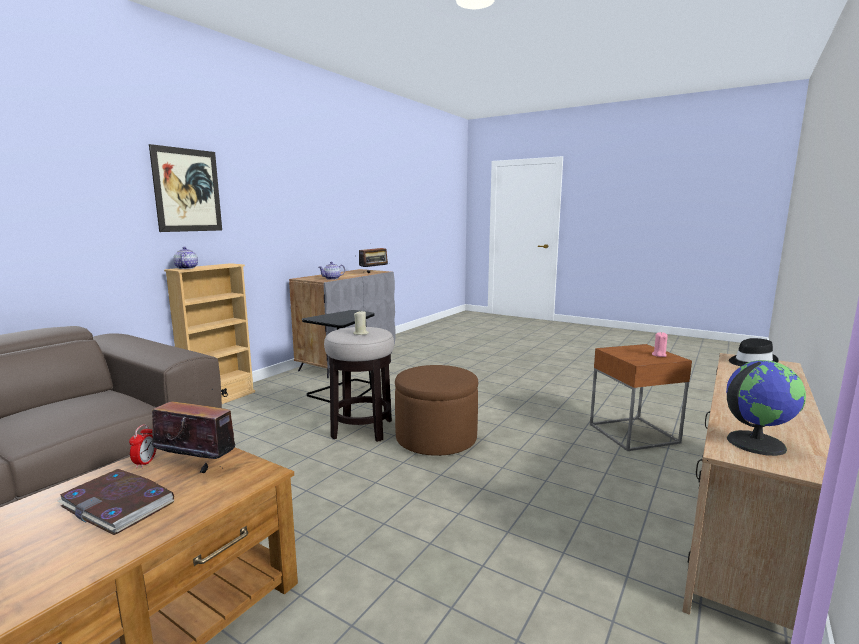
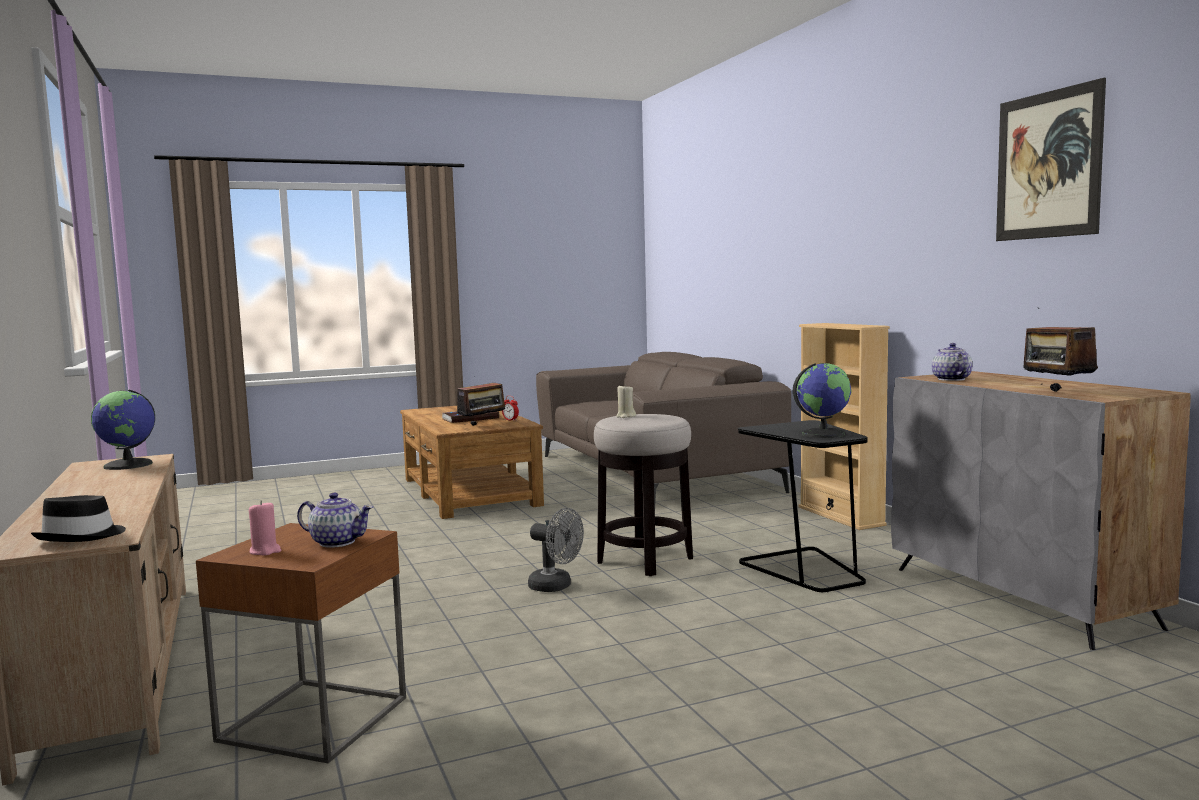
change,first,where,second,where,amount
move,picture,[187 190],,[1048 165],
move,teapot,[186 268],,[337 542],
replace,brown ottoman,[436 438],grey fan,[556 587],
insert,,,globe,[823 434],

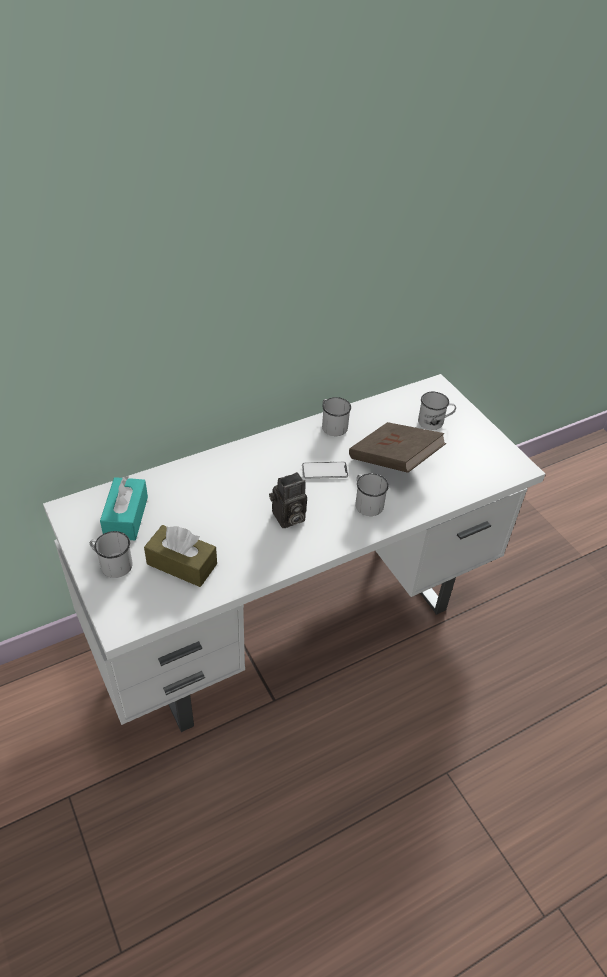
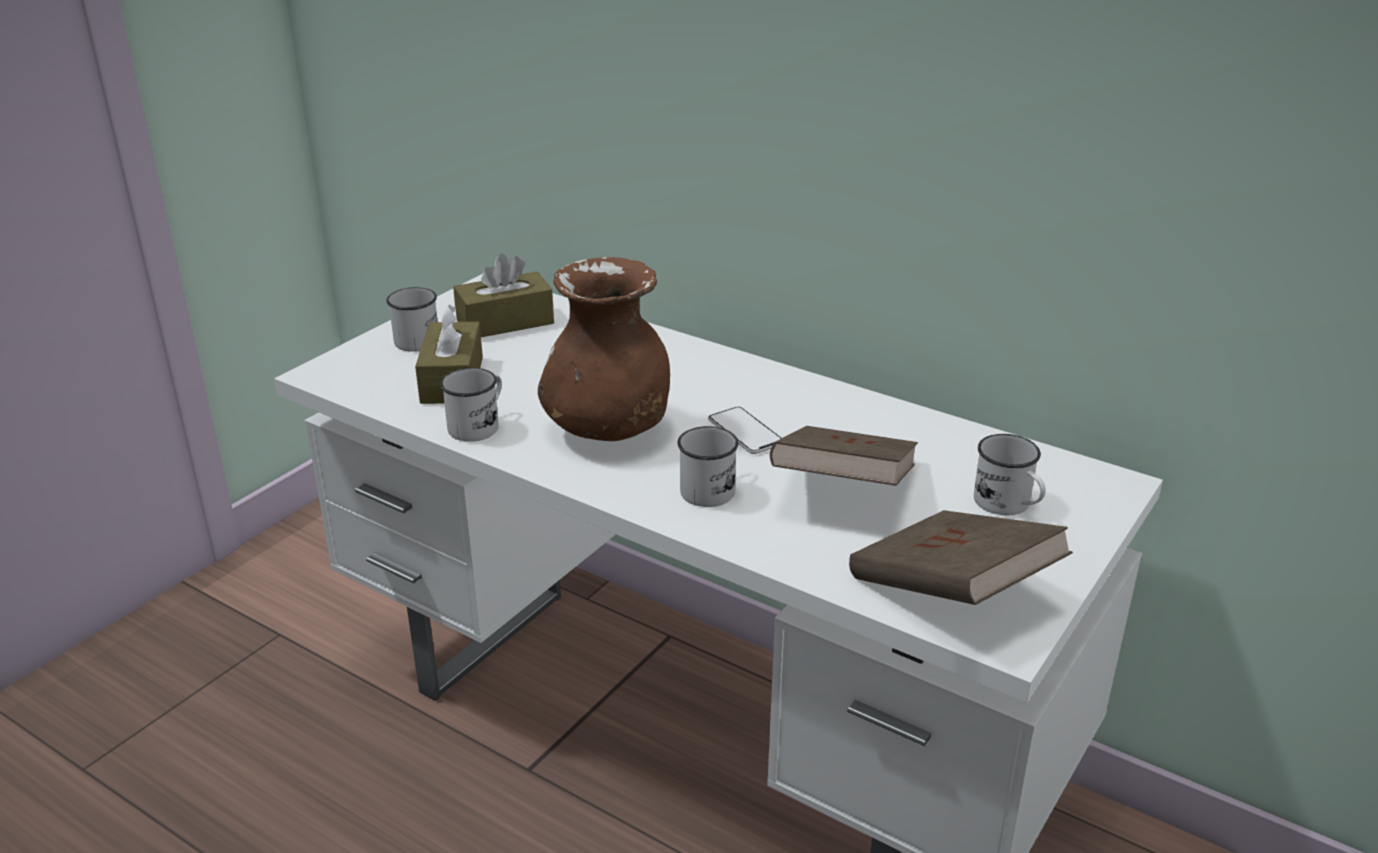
change,first,where,second,where,amount
recolor,turquoise tissue box,[126 517],brown tissue box,[505 322],
replace,photo camera,[288 518],brown vase,[608 430],
move,white mug,[332 425],,[479 425],
insert,,,brown book,[951 592],

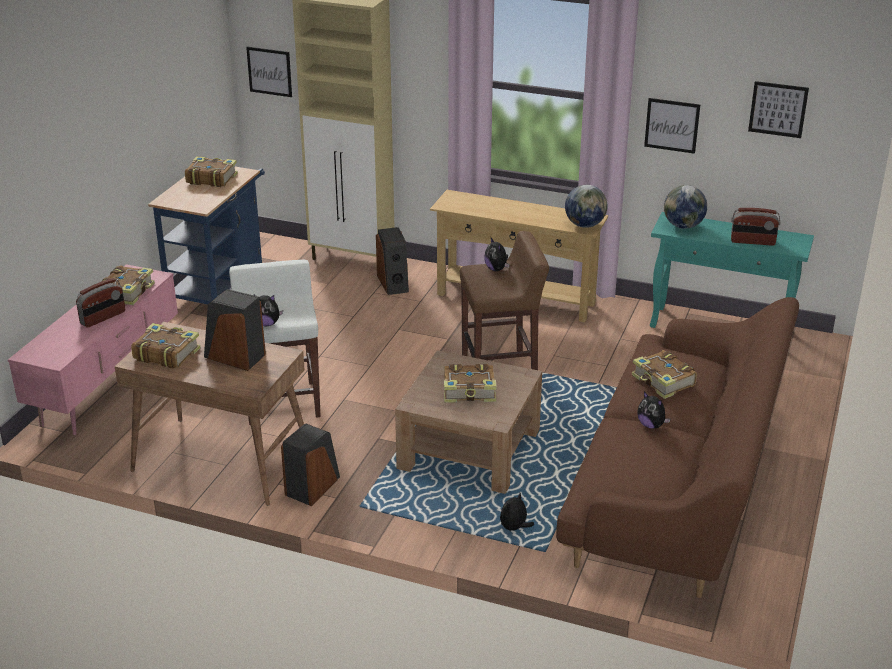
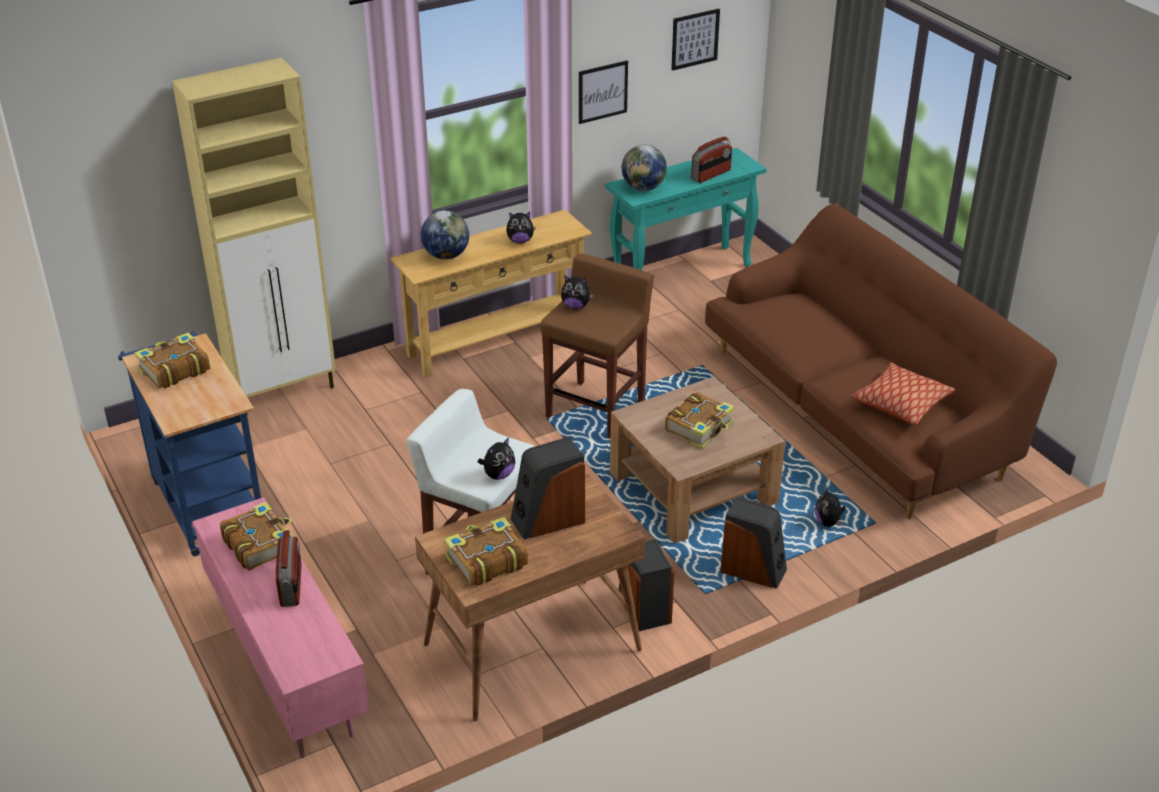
change,first,where,second,where,amount
delete,picture,[269 71],,,
move,speaker,[393 283],,[753 570],
move,globe,[585 225],,[446 256],
delete,book,[663 382],,,
move,plush toy,[651 425],,[520 241],
insert,,,pillow,[901 403],

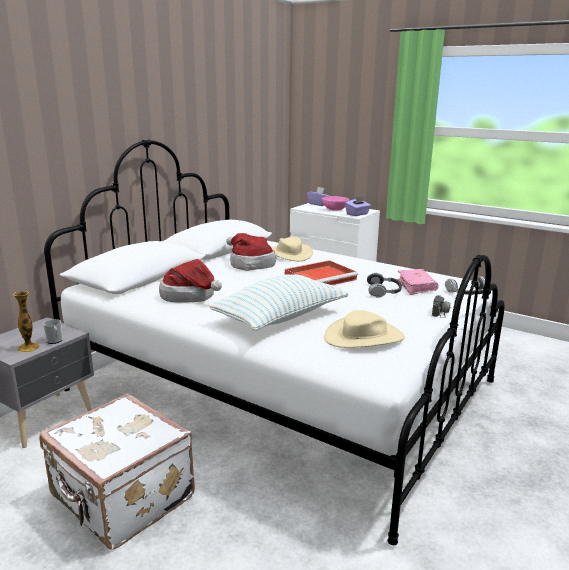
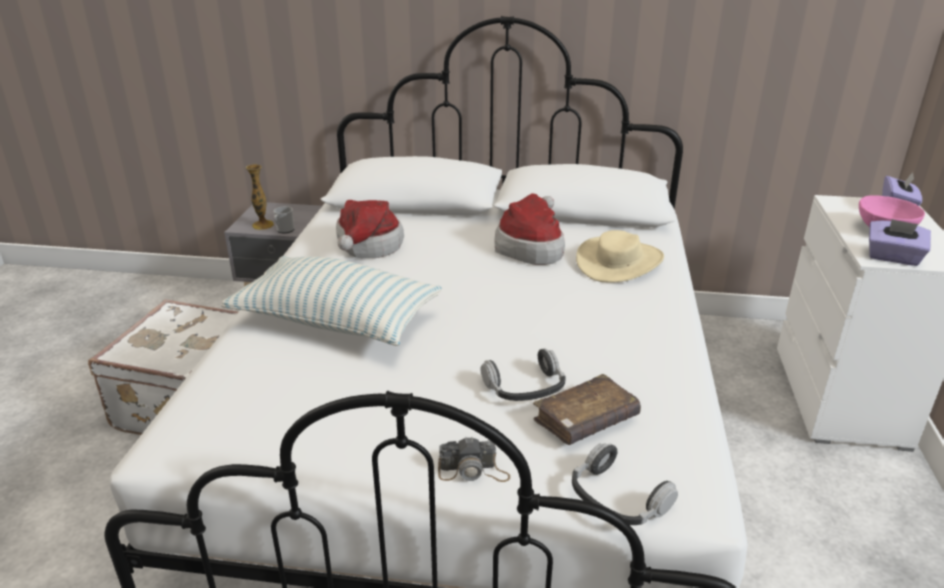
change,first,where,second,where,amount
delete,red tray,[321 277],,,
delete,beige hat,[364 337],,,
recolor,pink book,[416 287],brown book,[585 420],

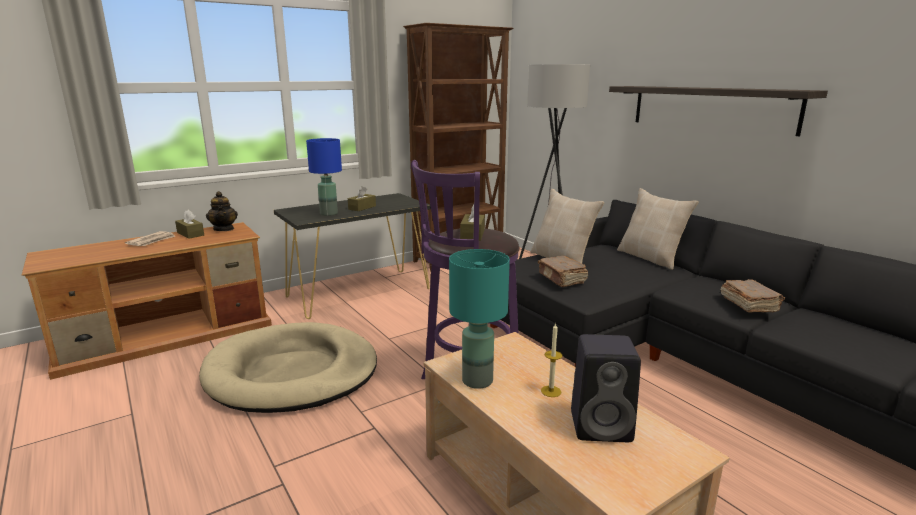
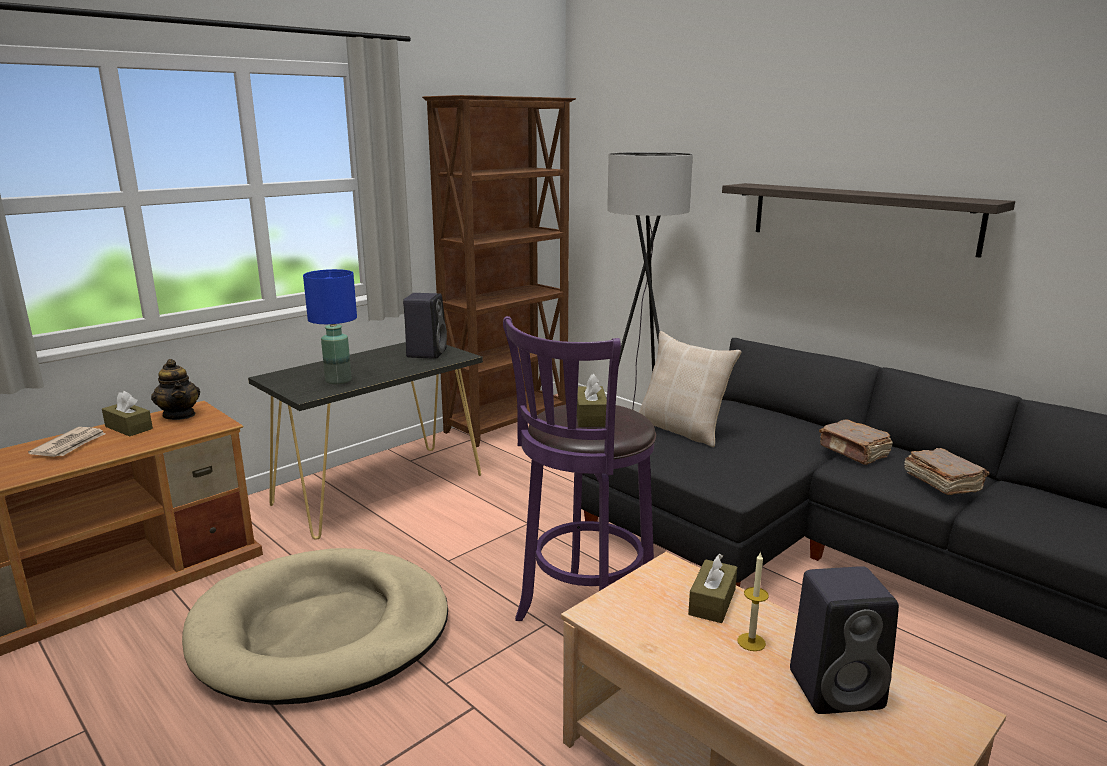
change,first,where,second,where,amount
move,brown tissue box,[362 208],,[712 602],
delete,turquoise table lamp,[476 381],,,
move,brown book,[562 279],,[854 452],
delete,beige pillow,[651 258],,,
insert,,,black speaker,[426 353],

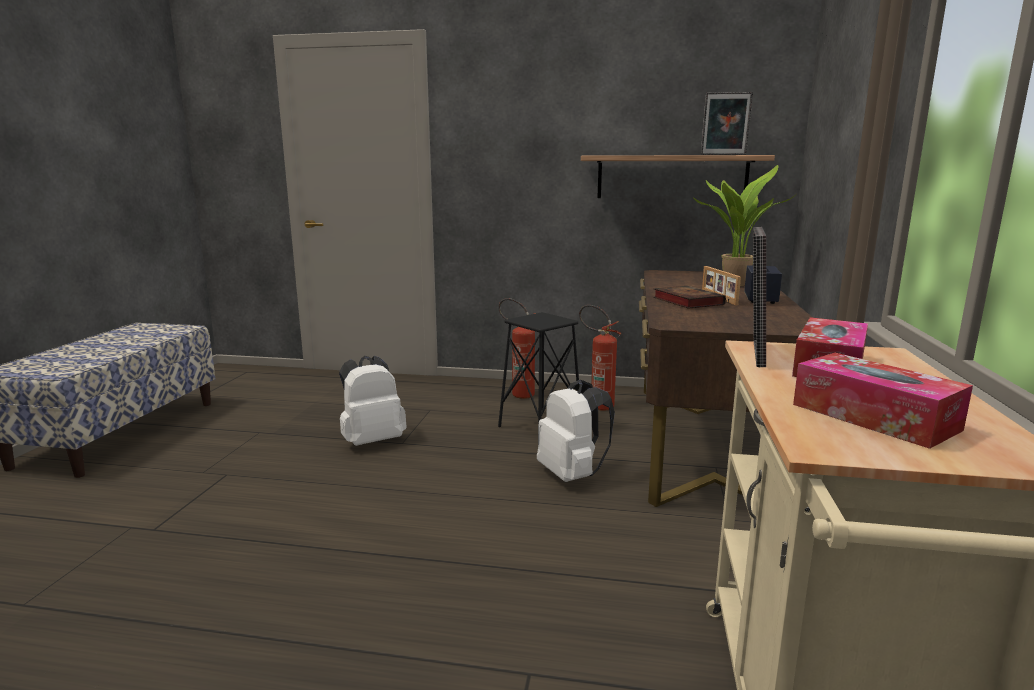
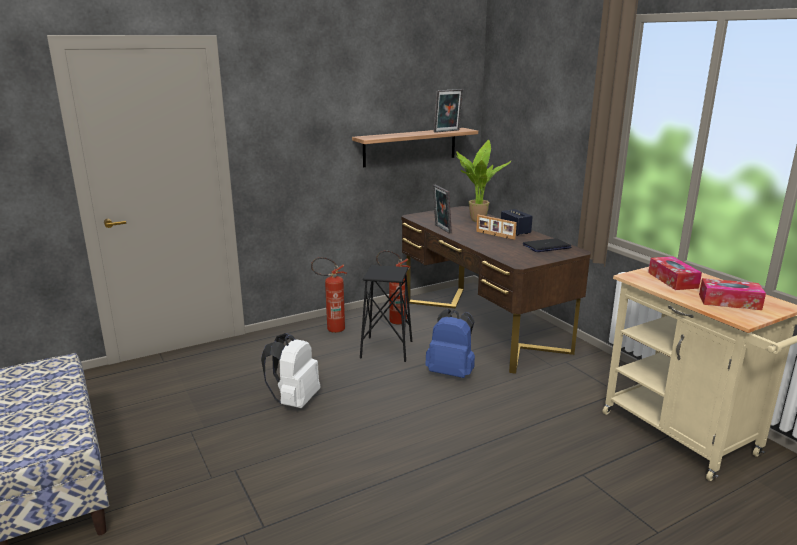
change,first,where,second,where,amount
recolor,white backpack,[572 475],blue backpack,[451 372],
delete,book,[686 301],,,
move,picture frame,[752 354],,[441 229],
insert,,,laptop,[546 246],

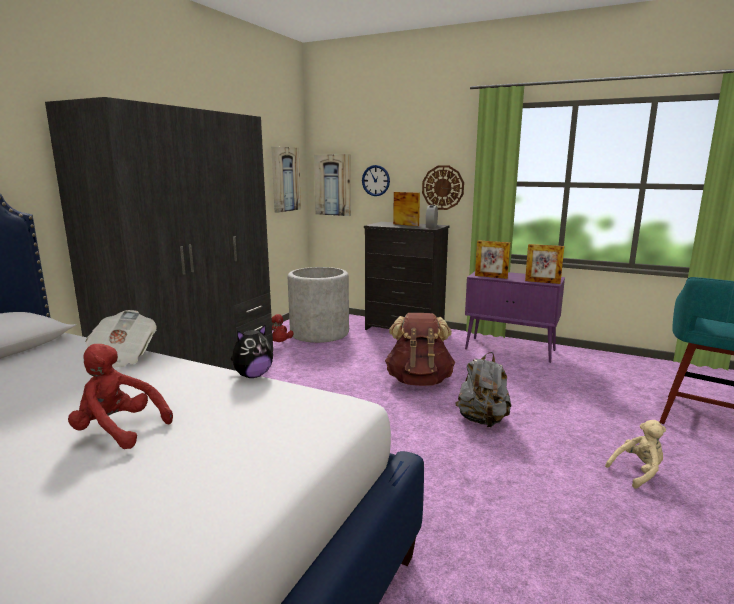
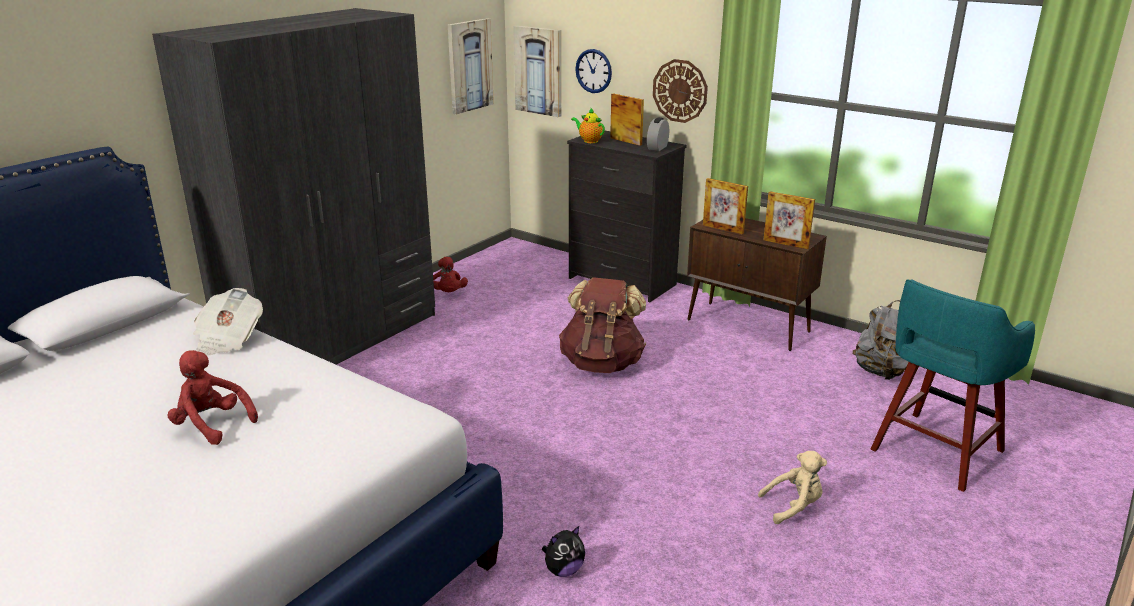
change,first,where,second,where,amount
move,plush toy,[253 375],,[563 570],
delete,grey planter,[319 333],,,
move,grey backpack,[482 420],,[881 372],
recolor,purple cabinet,[511 350],brown cabinet,[749 326],
insert,,,teapot,[589 141],

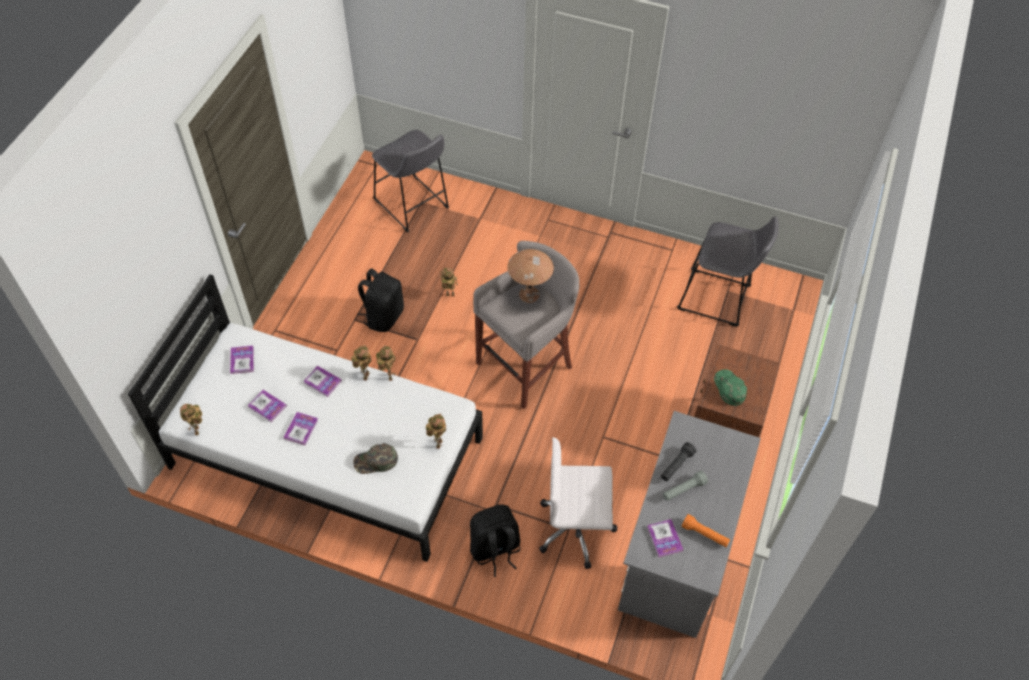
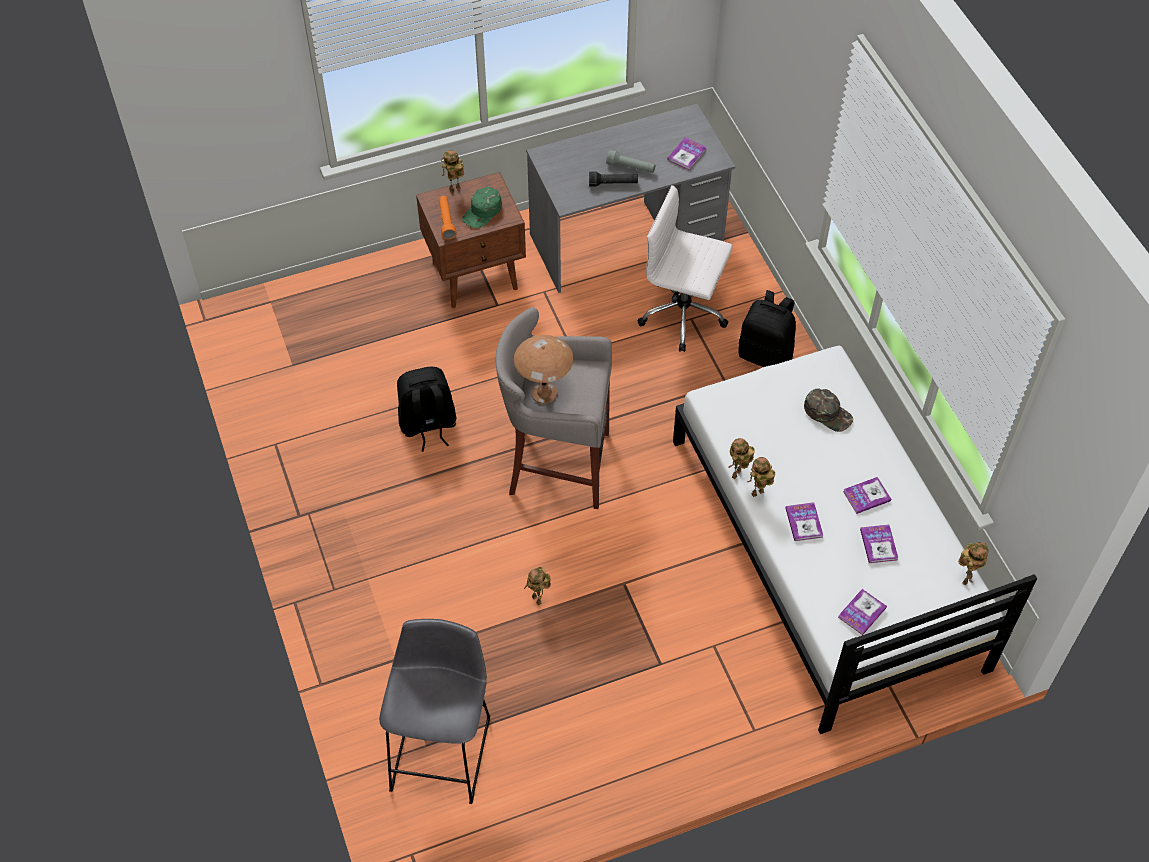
change,first,where,second,where,amount
move,black backpack,[383 316],,[428 425],
move,toy robot,[438 443],,[454 190],
rotate,white office chair,[576 528],,[684 314],150 degrees clockwise
delete,grey stool,[718 299],,,
move,orange flashlight,[705 534],,[446 221],

